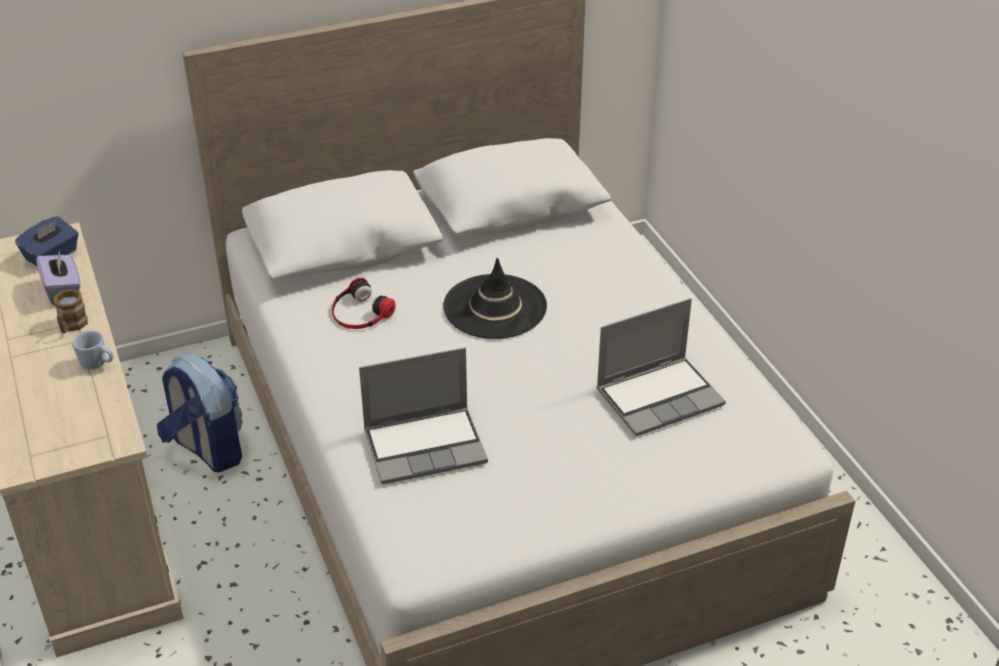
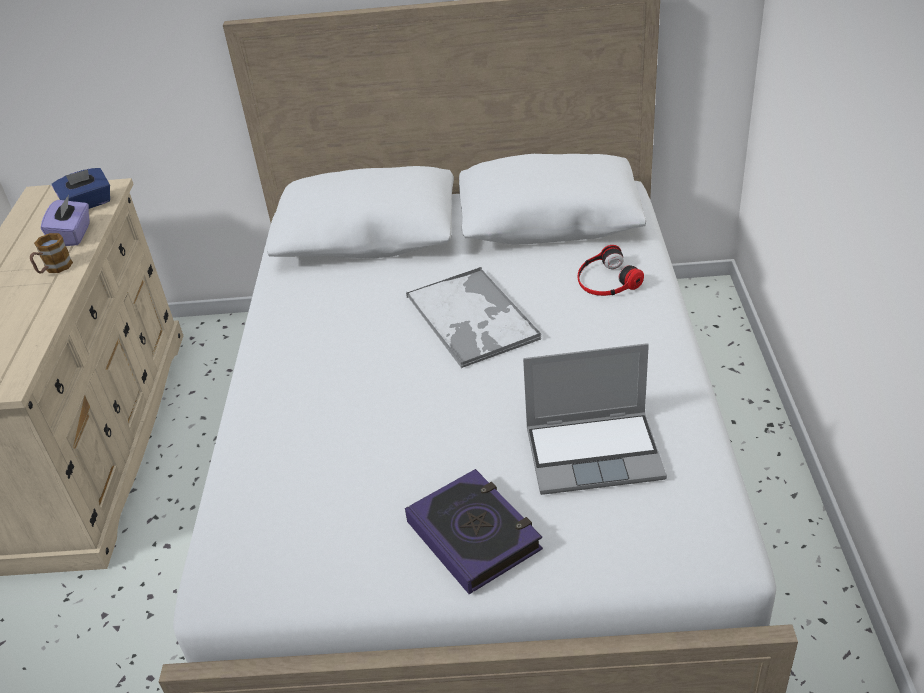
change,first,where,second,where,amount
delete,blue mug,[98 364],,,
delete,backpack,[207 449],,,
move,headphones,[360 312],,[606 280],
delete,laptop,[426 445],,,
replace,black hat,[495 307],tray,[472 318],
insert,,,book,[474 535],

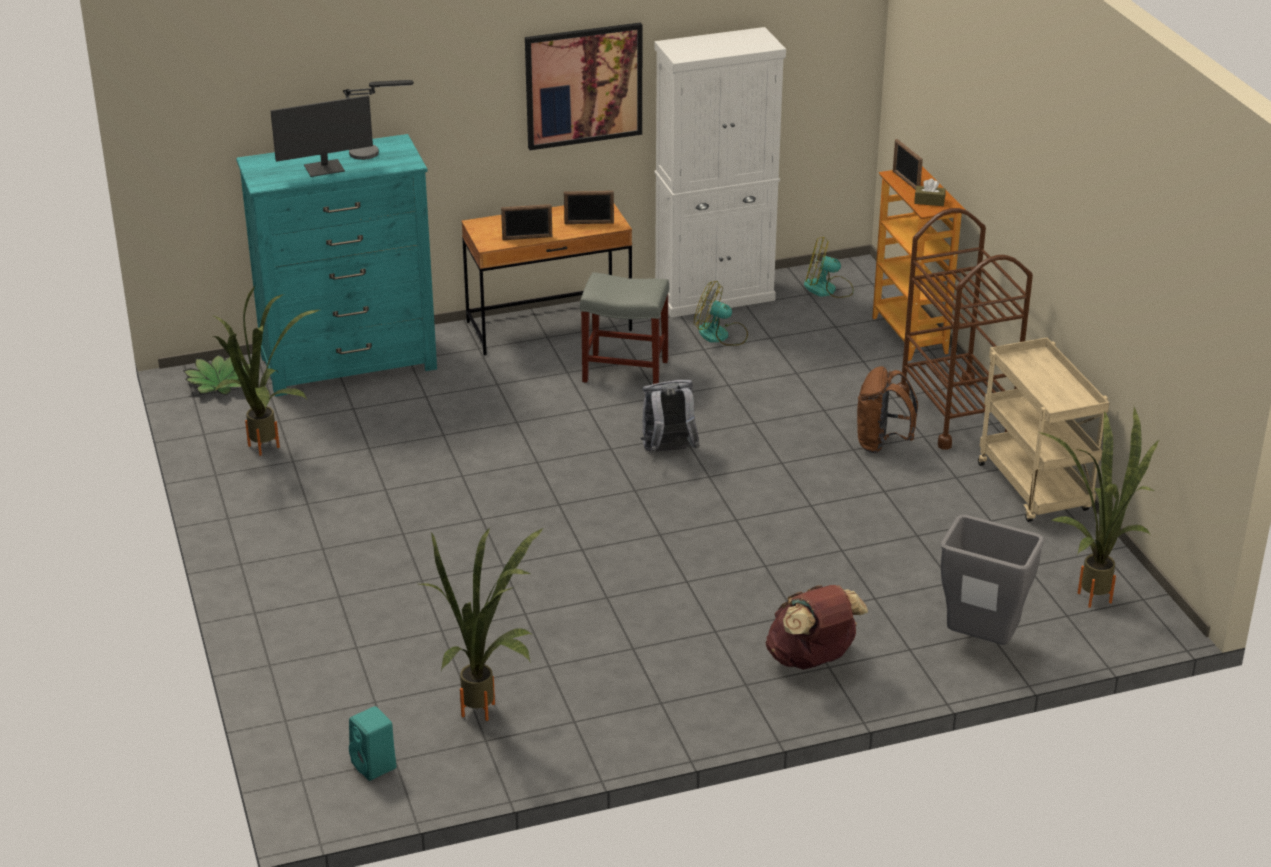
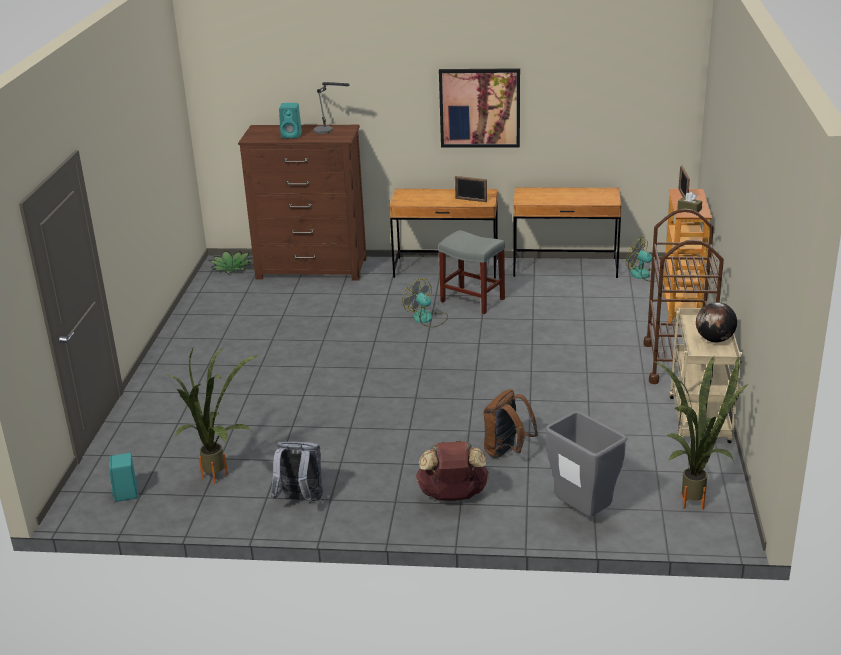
change,first,where,second,where,amount
delete,potted plant,[266 451],,,
recolor,turquoise dresser,[349 363],brown dresser,[312 269],
replace,monitor,[324 169],turquoise speaker,[292 135],
delete,picture frame,[527 238],,,
move,grey backpack,[668 452],,[300 501],
replace,white cabinet,[714 296],brown desk,[565 267],
move,fan,[721 335],,[427 319],
move,brown backpack,[882 443],,[507 452],
insert,,,globe,[714 340],

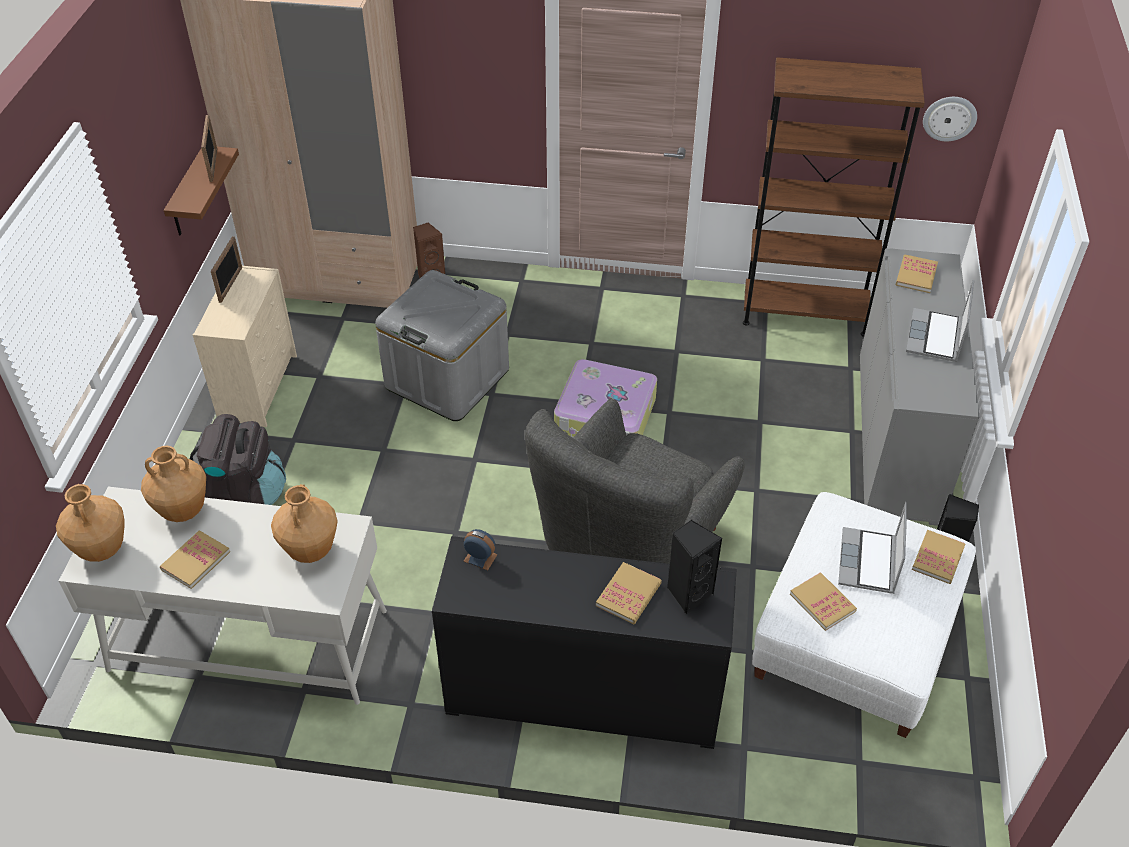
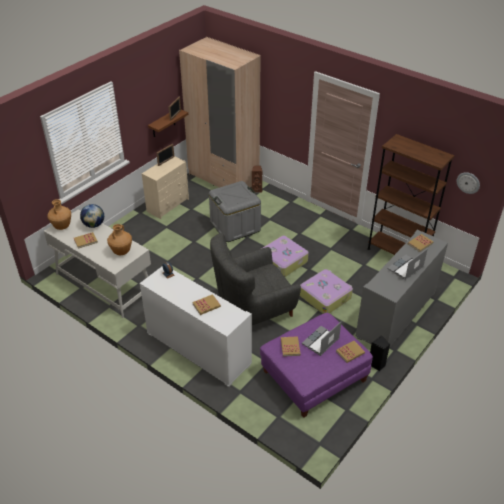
change,first,where,second,where,amount
replace,brown vase,[183 510],globe,[94 225],
delete,black backpack,[243 494],,,
recolor,black cabinet,[584 693],white cabinet,[198 348],
delete,black speaker,[688 593],,,
recolor,white ottoman,[855 638],purple ottoman,[313 376],
insert,,,suitcase,[325 296],

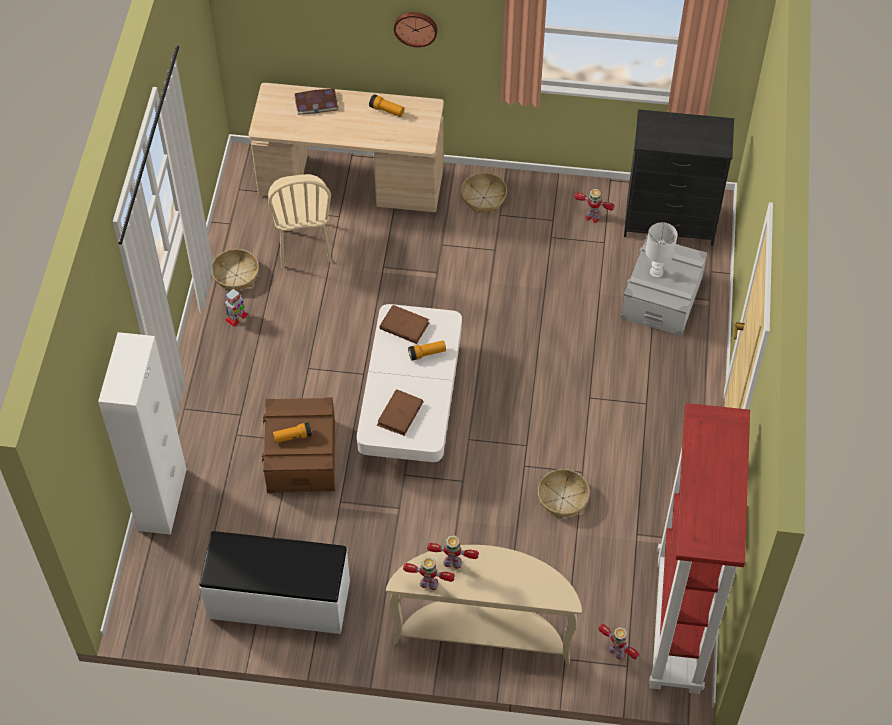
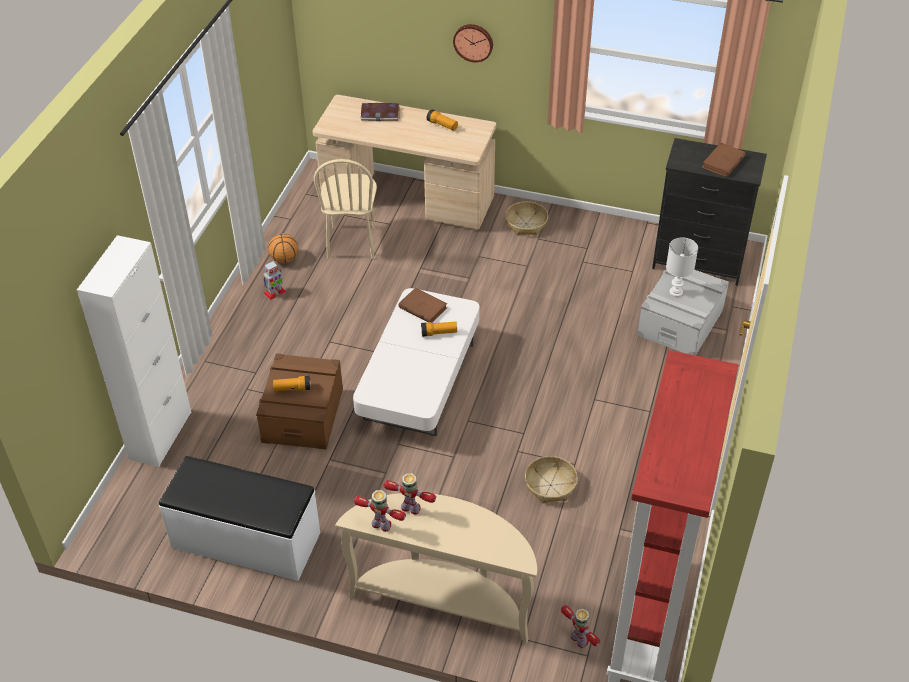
change,first,where,second,where,amount
replace,basket,[236 275],basketball,[284 259],
move,brown book,[400 414],,[723 162],
delete,toy robot,[592 217],,,

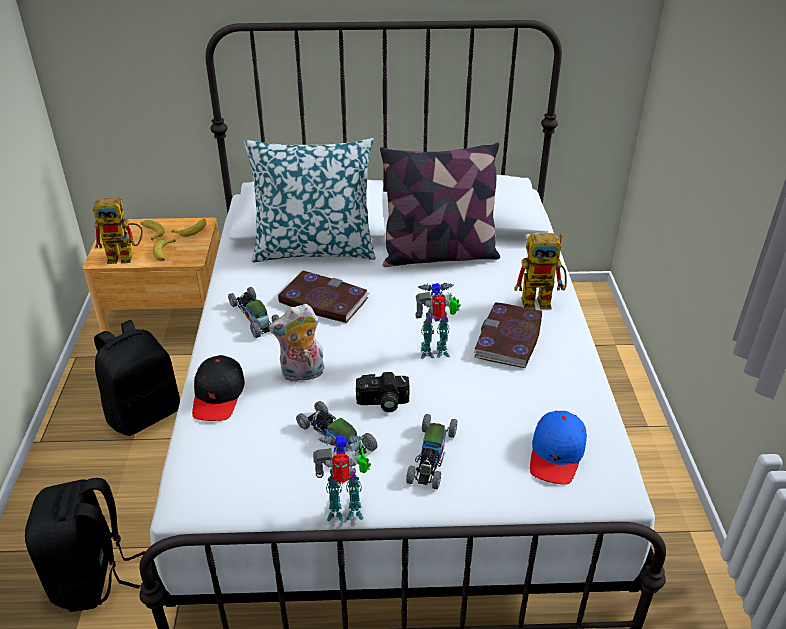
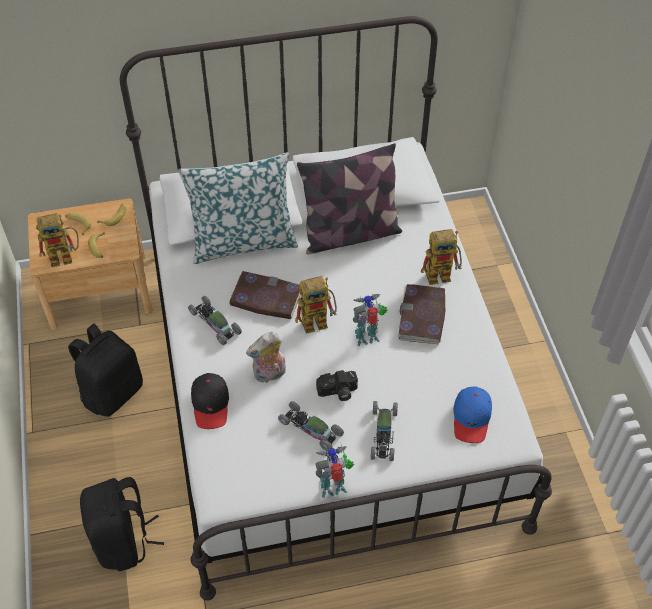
change,first,where,second,where,amount
insert,,,toy robot,[319 320],

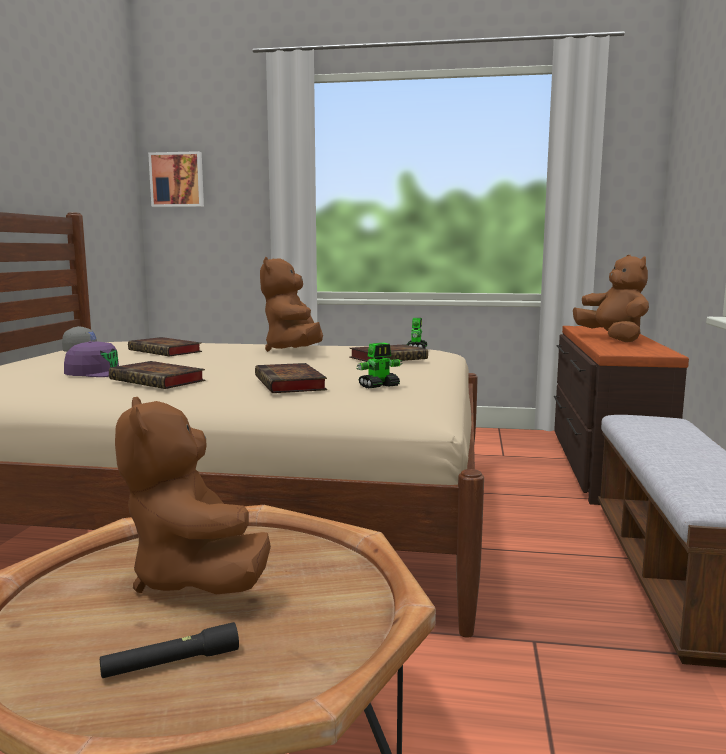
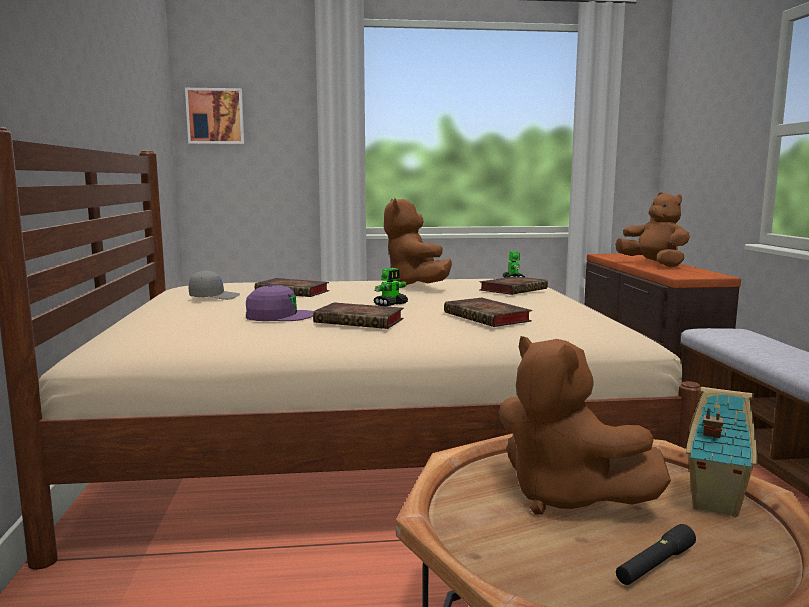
change,first,where,second,where,amount
move,toy robot,[379 386],,[391 304],
insert,,,toy house,[713 504],

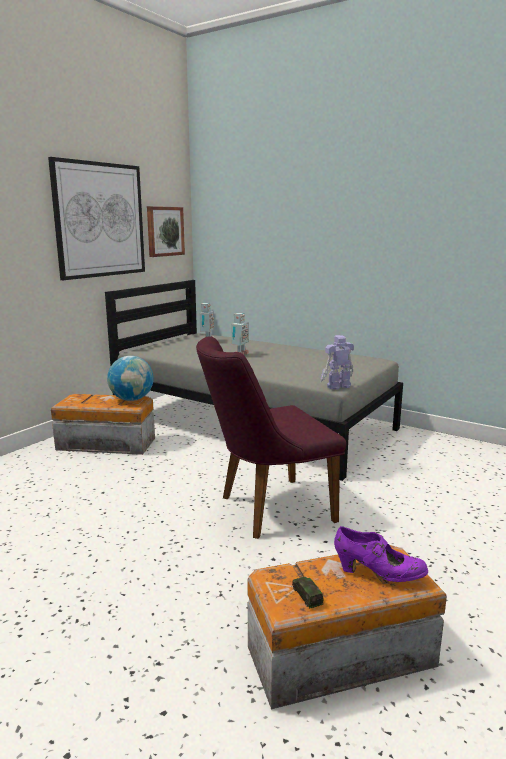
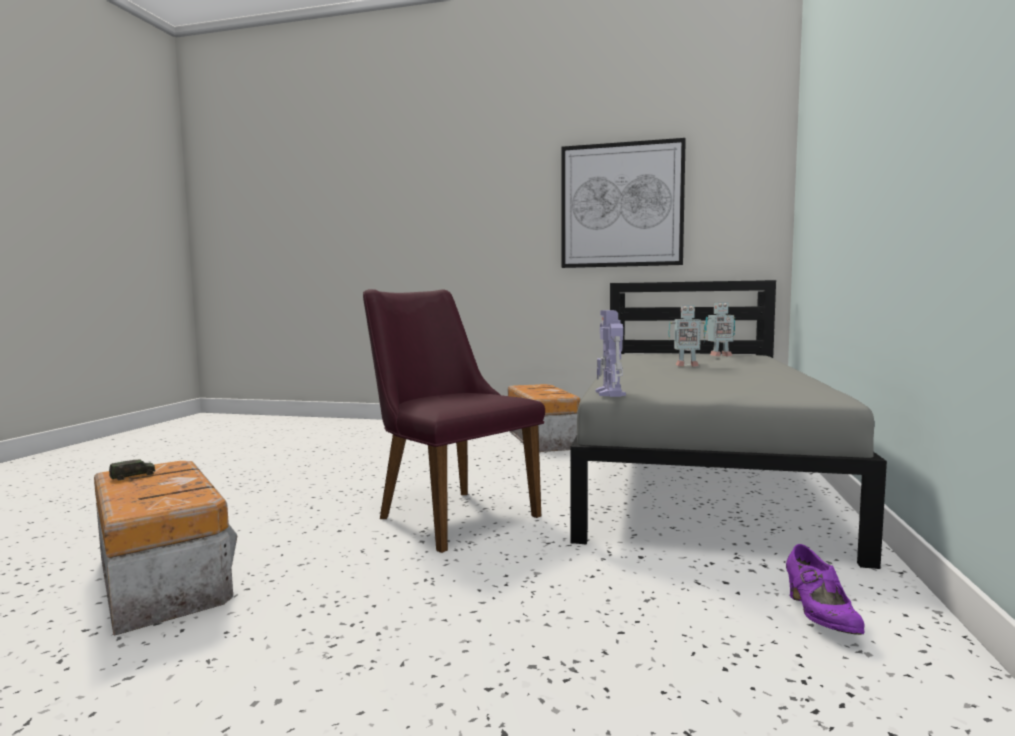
change,first,where,second,where,amount
delete,globe,[132 399],,,
delete,picture,[164 231],,,
rotate,toy robot,[337 386],,[610 393],135 degrees counterclockwise
move,purple shoe,[378 574],,[819 617],

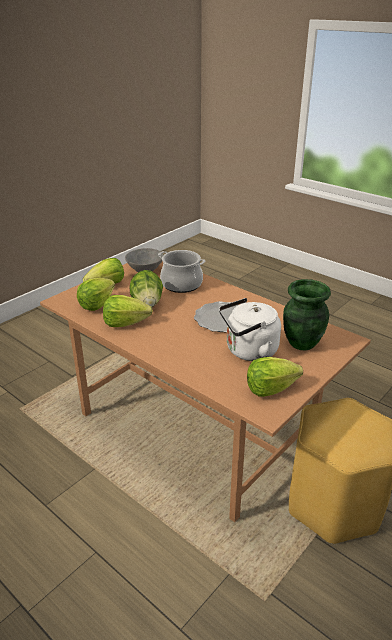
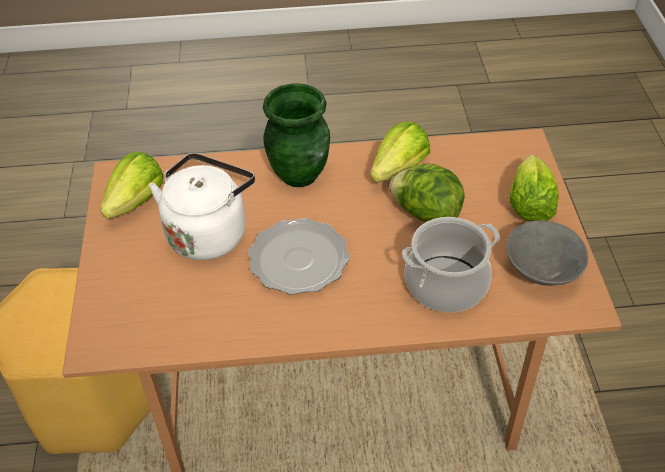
change,first,where,second,where,amount
delete,lettuce,[97 304],,,
move,green vase,[301 343],,[300 174],

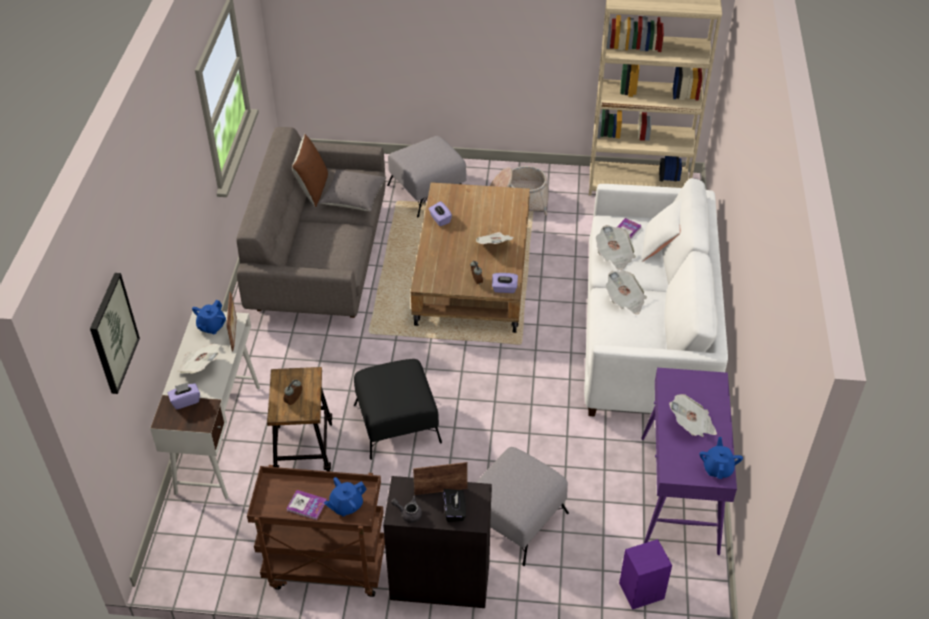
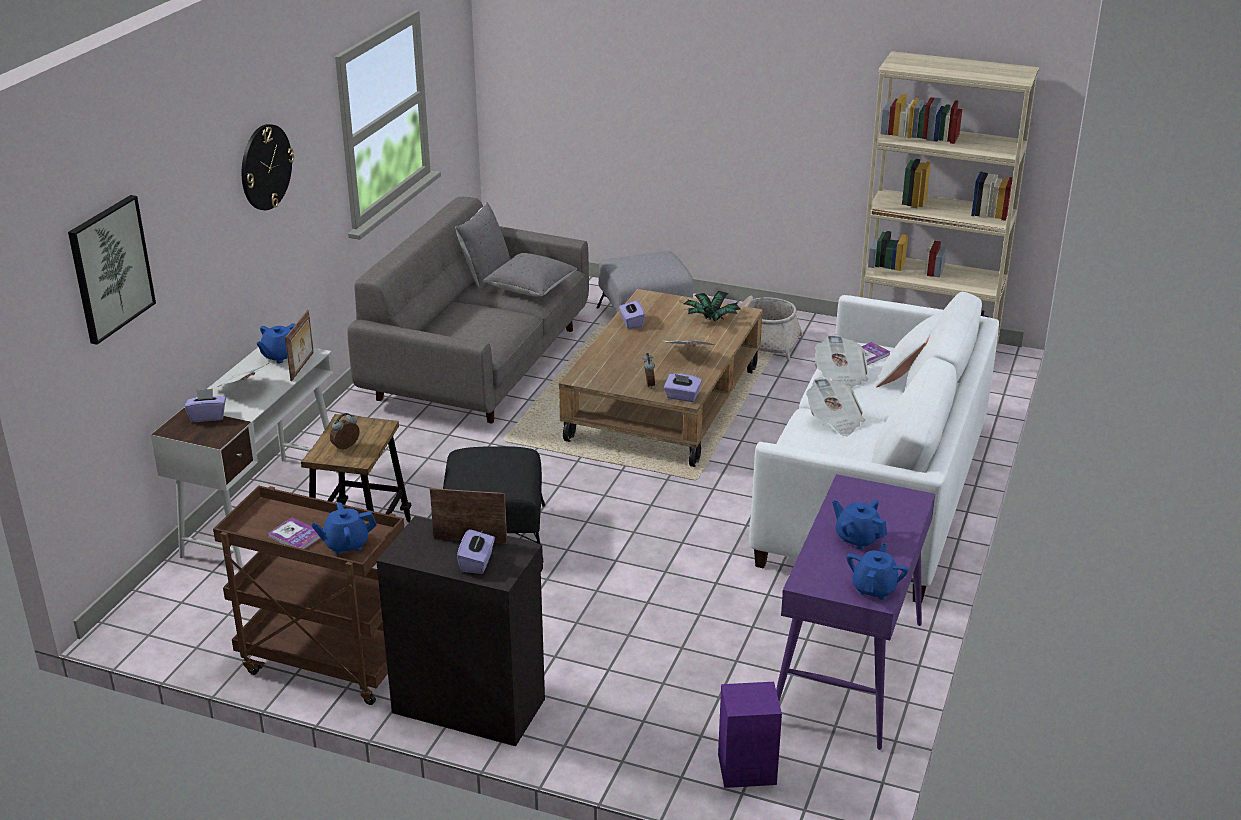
change,first,where,second,where,amount
recolor,brown pillow,[312 190],grey pillow,[485 274],
delete,grey teapot,[408 513],,,
recolor,black tissue box,[454 511],purple tissue box,[477 563],
delete,grey ottoman,[515 518],,,
replace,newspaper,[691 425],blue teapot,[857 538],
insert,,,wall clock,[265 167],
insert,,,potted plant,[711 319],

